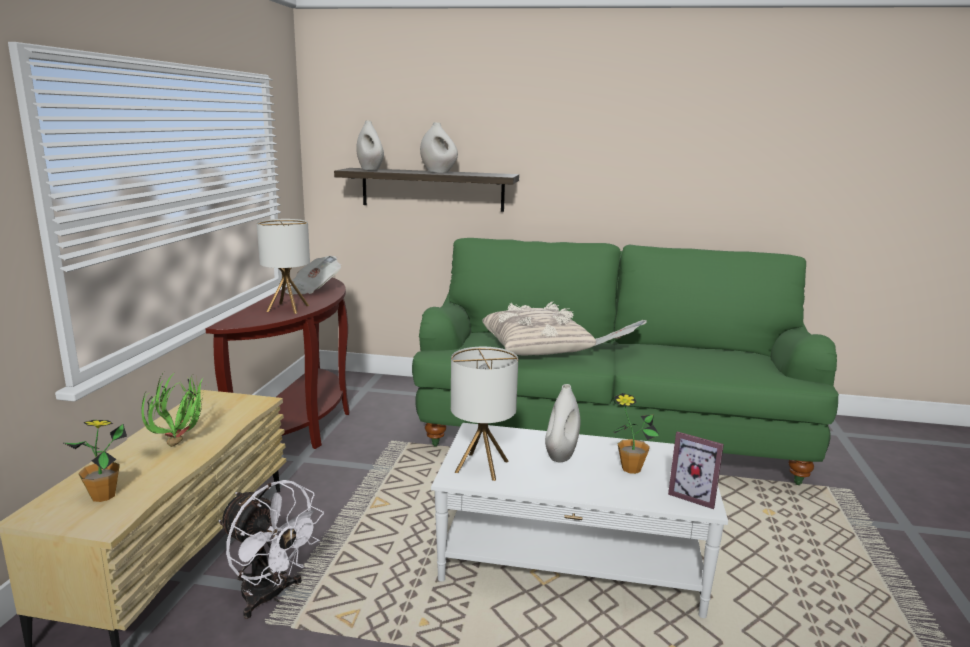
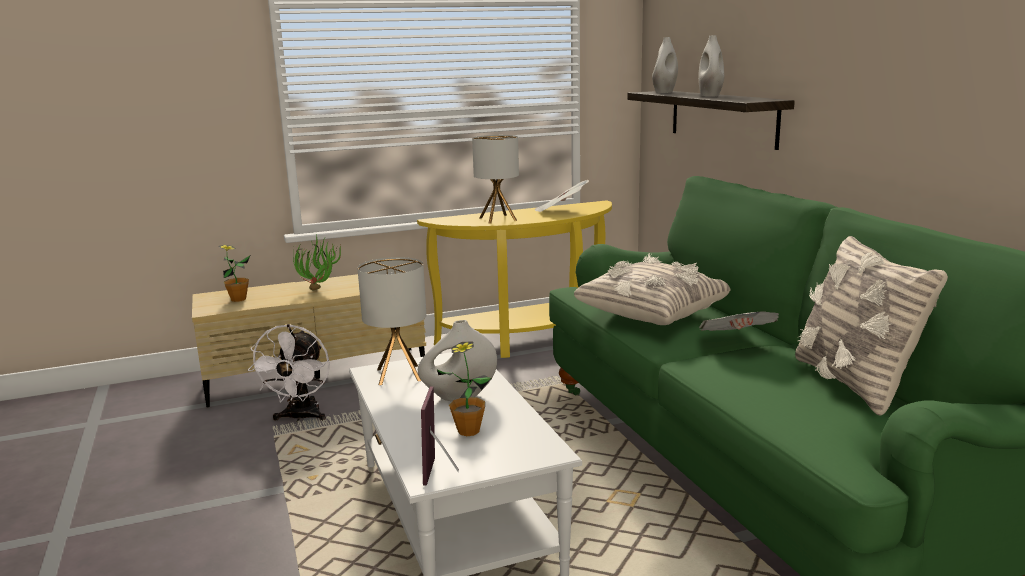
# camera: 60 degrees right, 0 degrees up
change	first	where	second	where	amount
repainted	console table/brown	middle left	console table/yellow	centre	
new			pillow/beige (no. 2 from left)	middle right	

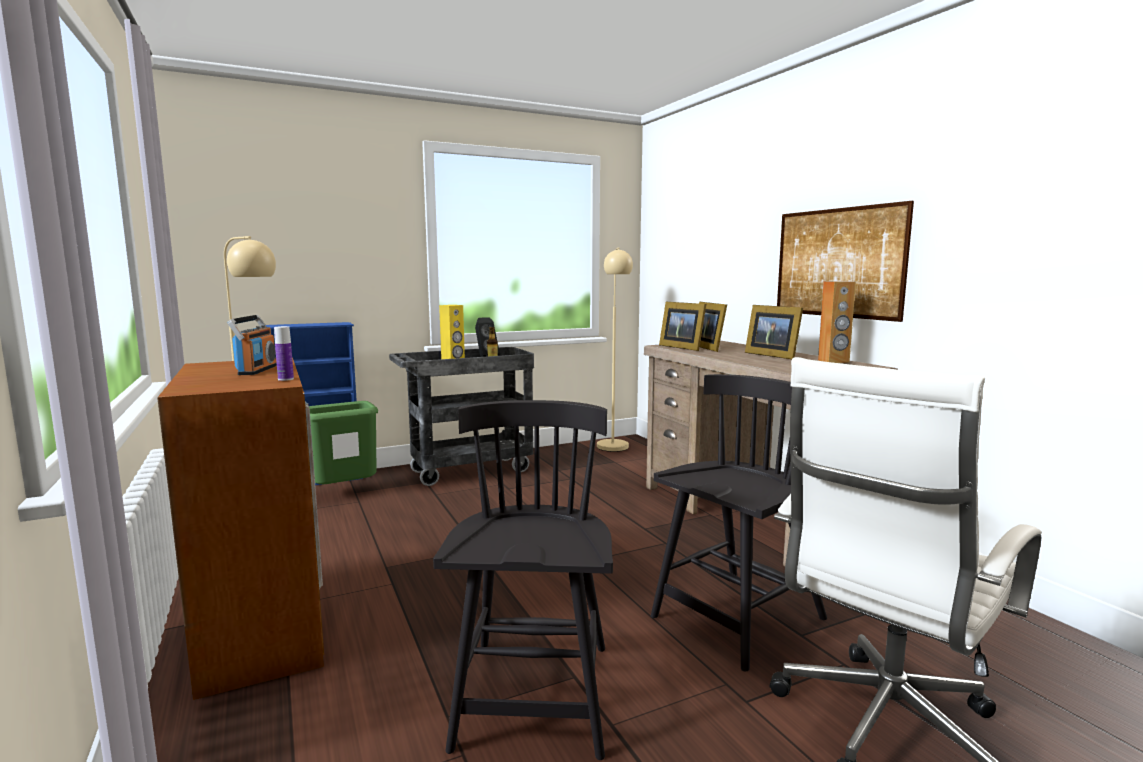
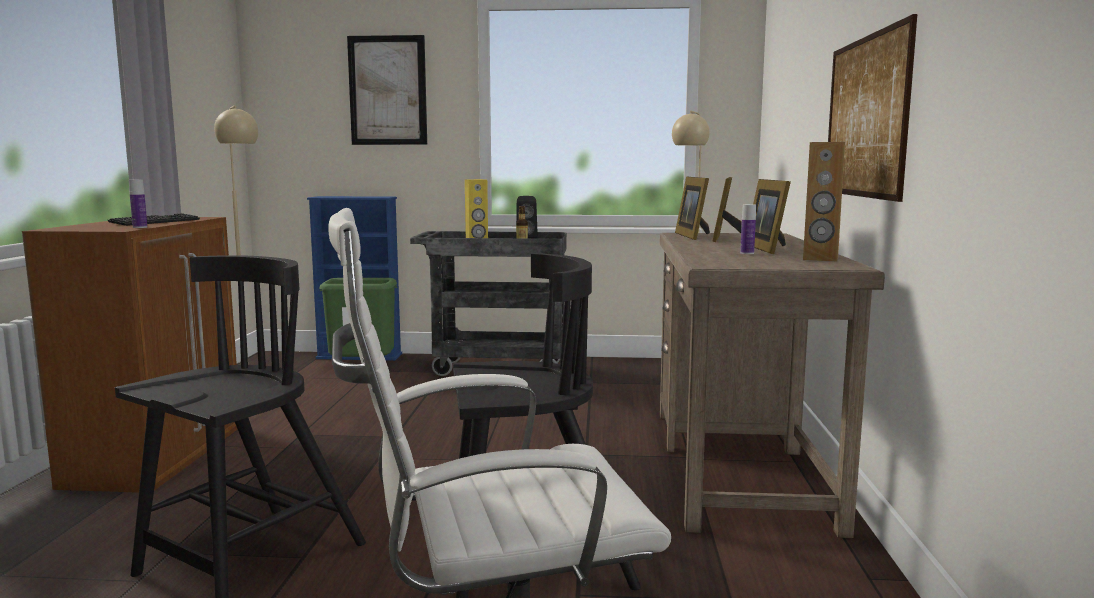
# camera: 30 degrees right, 0 degrees up
change	first	where	second	where	amount
swapped	radio	middle left	keyboard	middle left	
new			picture (no. 1 from left)	top centre	
new			bottle (no. 3 from left)	middle right	

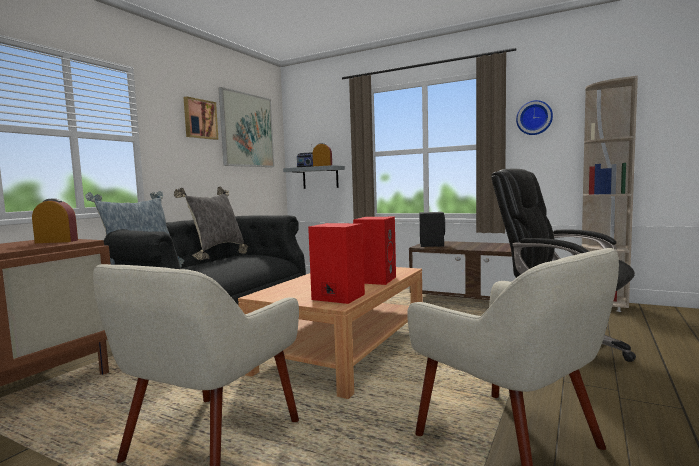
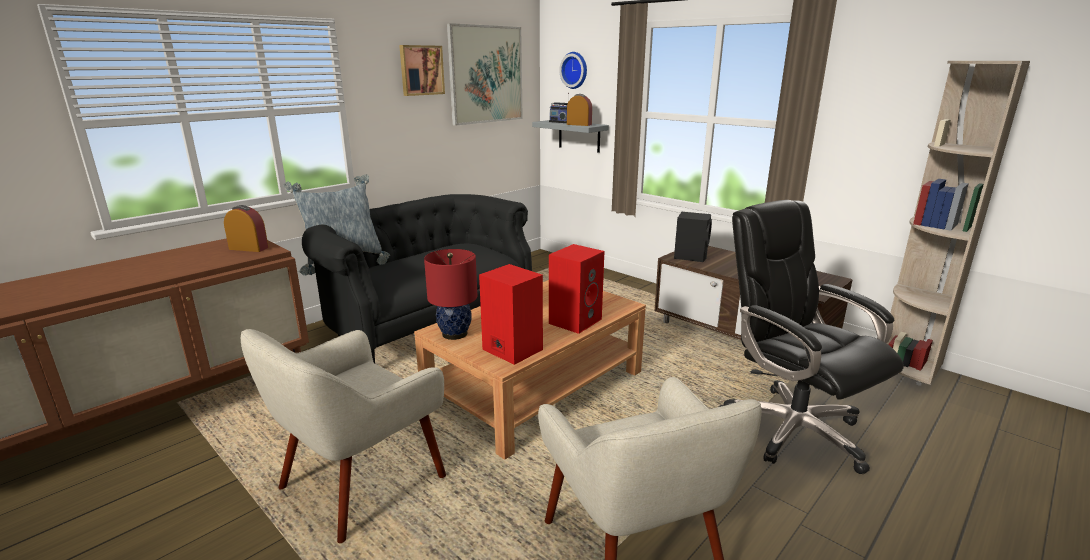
# camera: 15 degrees right, 15 degrees up
change	first	where	second	where	amount
new			table lamp/red	centre	
shifted	wall clock	top right		top centre	
gone	pillow (no. 2 from left)	middle left			

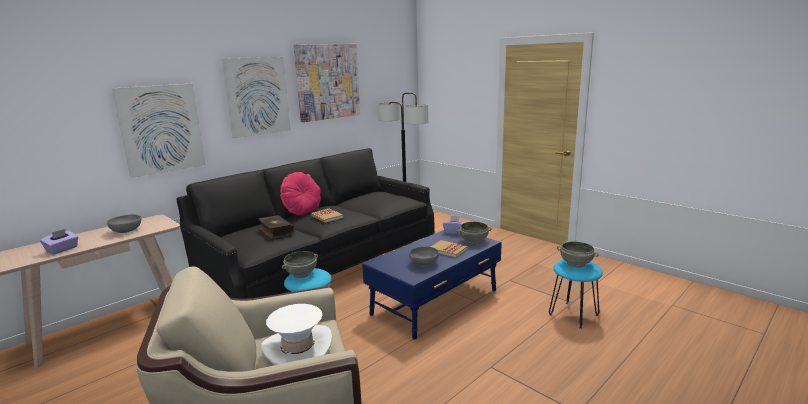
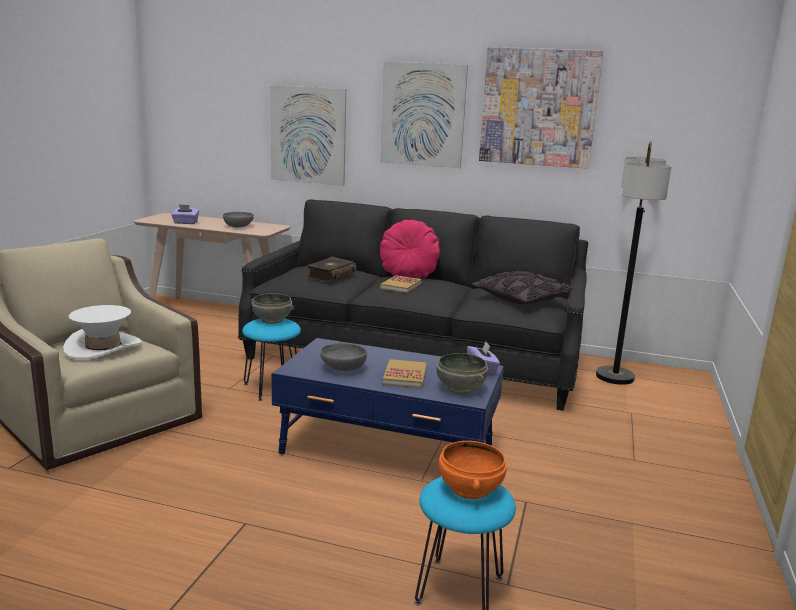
# camera: 60 degrees right, 0 degrees up
change	first	where	second	where	amount
repainted	bowl/grey (no. 5 from left)	middle right	bowl/orange	bottom centre	
new			pillow/black	centre	

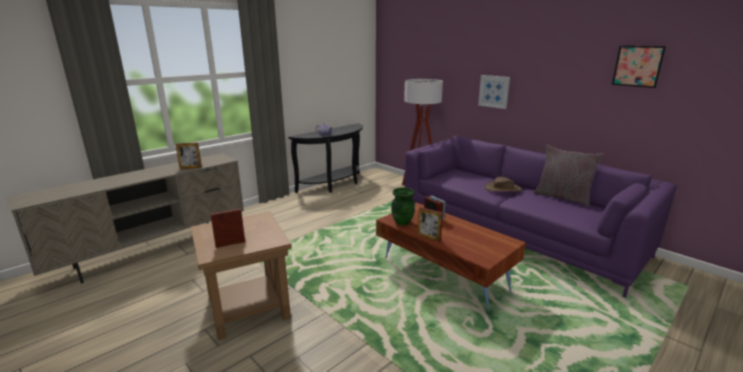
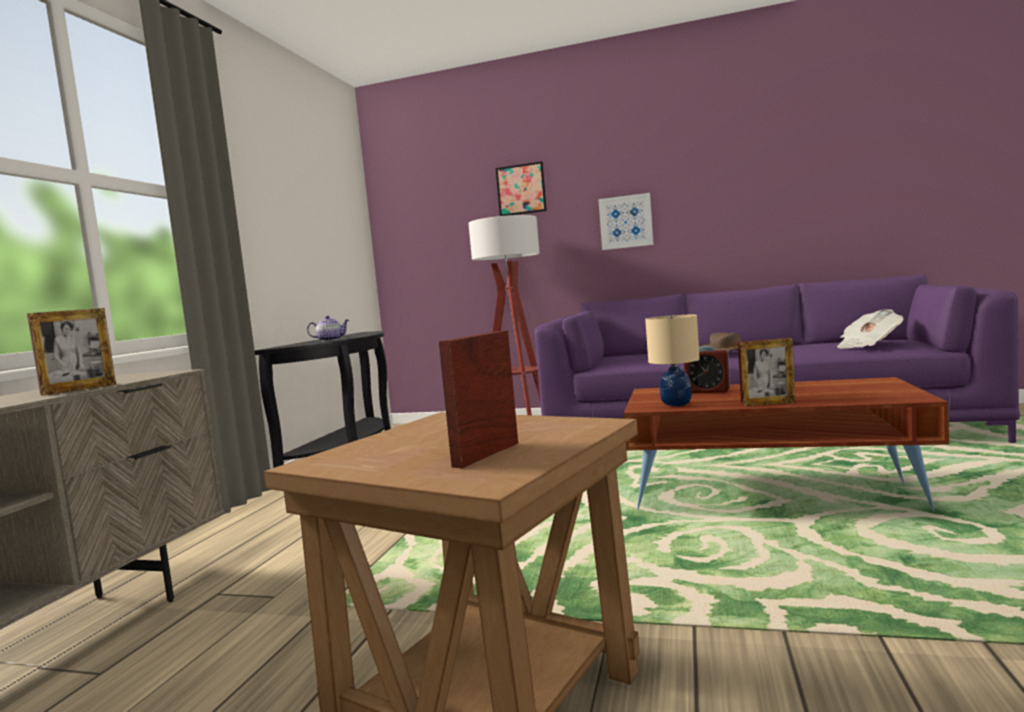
# camera: 30 degrees left, 15 degrees down
change	first	where	second	where	amount
shifted	picture (no. 2 from left in the first image)	top right	picture (no. 1 from left)	top centre	
swapped	vase/green	centre	table lamp/beige	centre	
new			newspaper	middle right	
gone	pillow/grey	middle right			

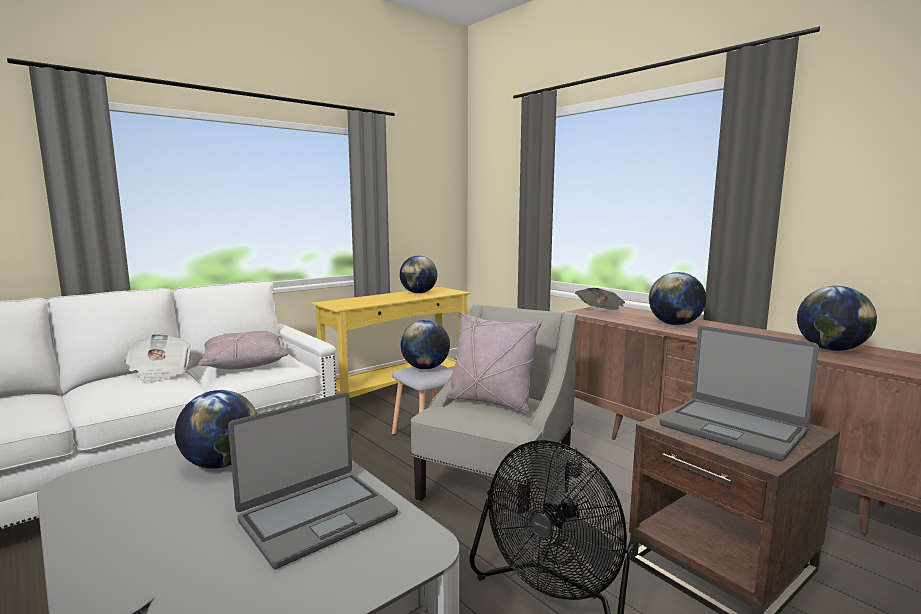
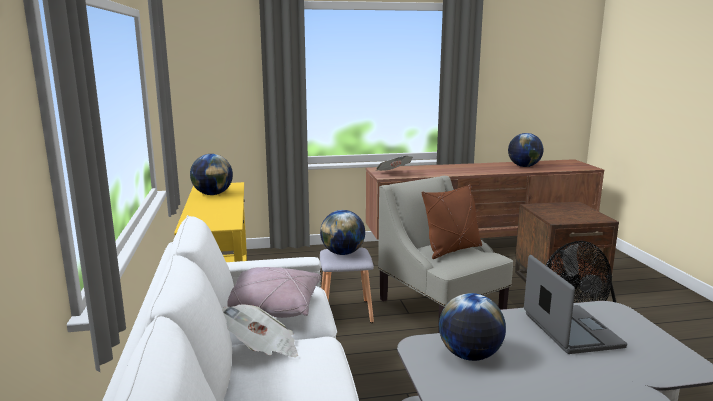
# camera: 60 degrees left, 5 degrees up
change	first	where	second	where	amount
repainted	pillow/purple (no. 2 from left)	centre	pillow/brown	centre	
gone	globe (no. 4 from left)	middle right			
gone	laptop (no. 2 from left)	middle right			

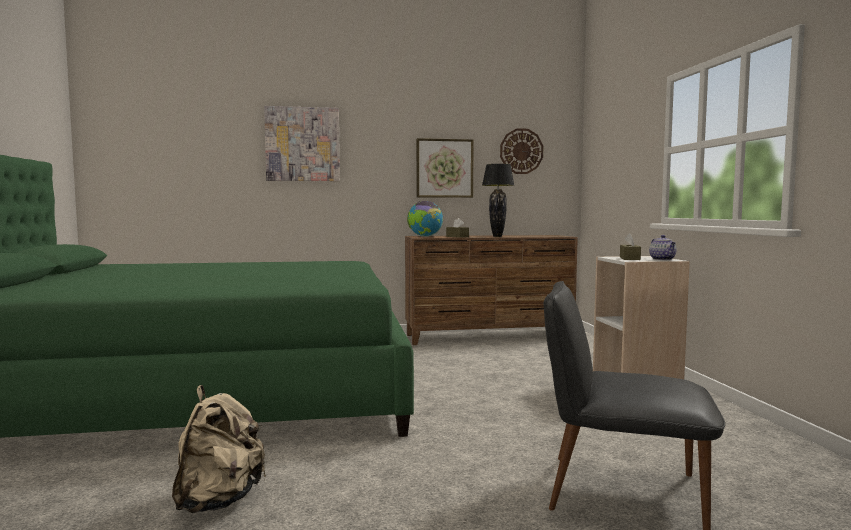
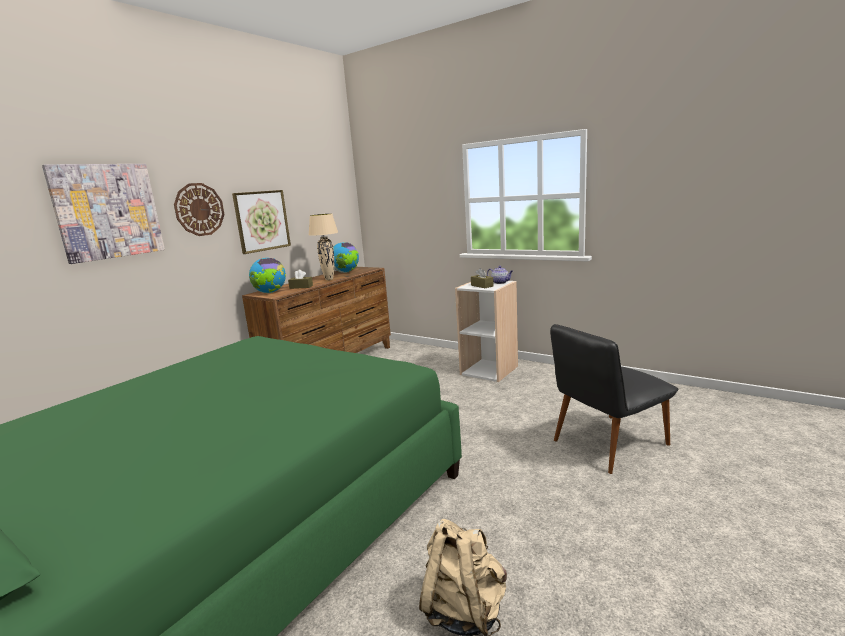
# camera: 45 degrees left, 10 degrees up
change	first	where	second	where	amount
shifted	wall clock	top centre		top left	
repainted	table lamp/black	centre	table lamp/beige	centre	
new			globe (no. 2 from left)	centre	

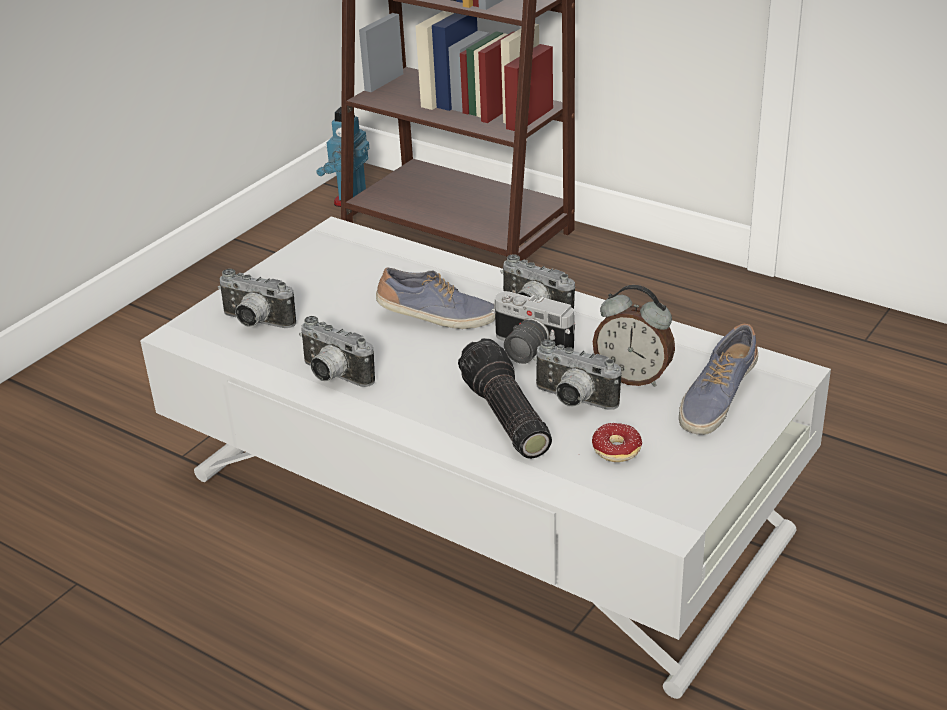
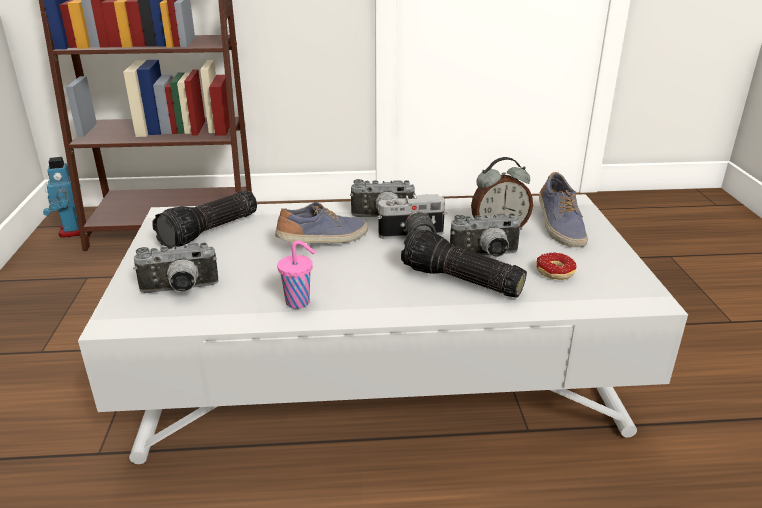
# camera: 40 degrees left, 5 degrees down
change	first	where	second	where	amount
new			flashlight (no. 1 from left)	middle left	
swapped	photo camera (no. 2 from left)	centre	cup/pink	centre	

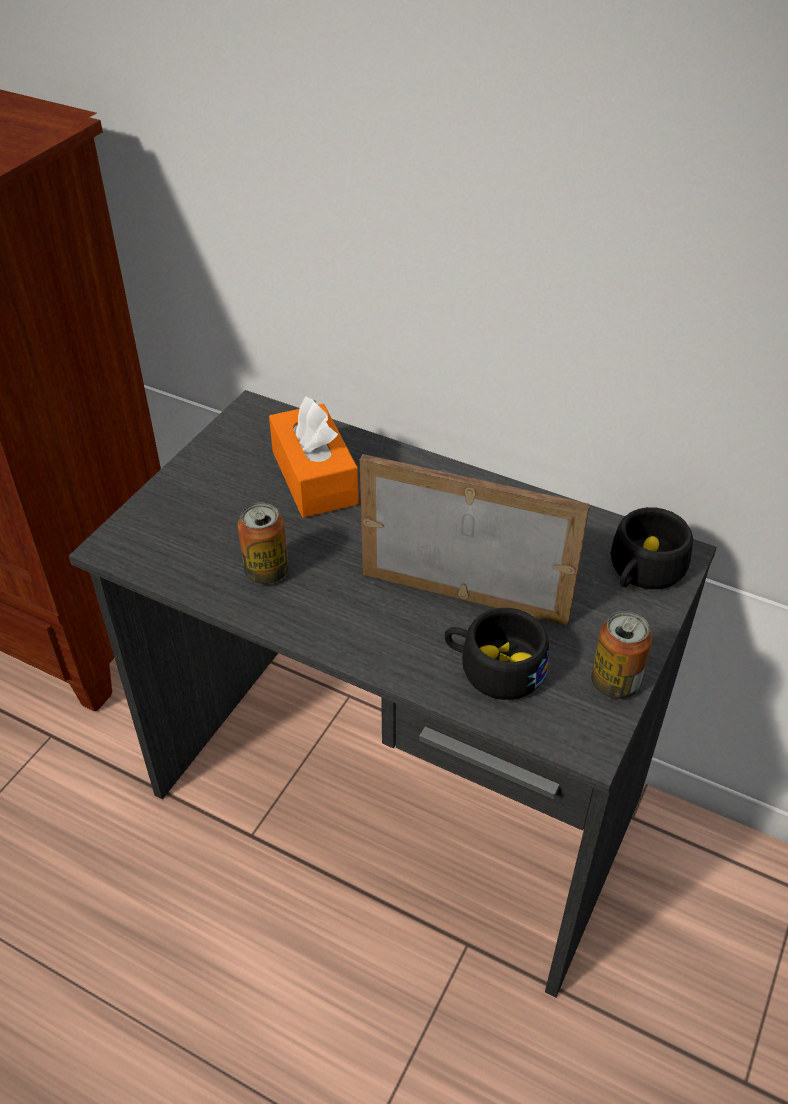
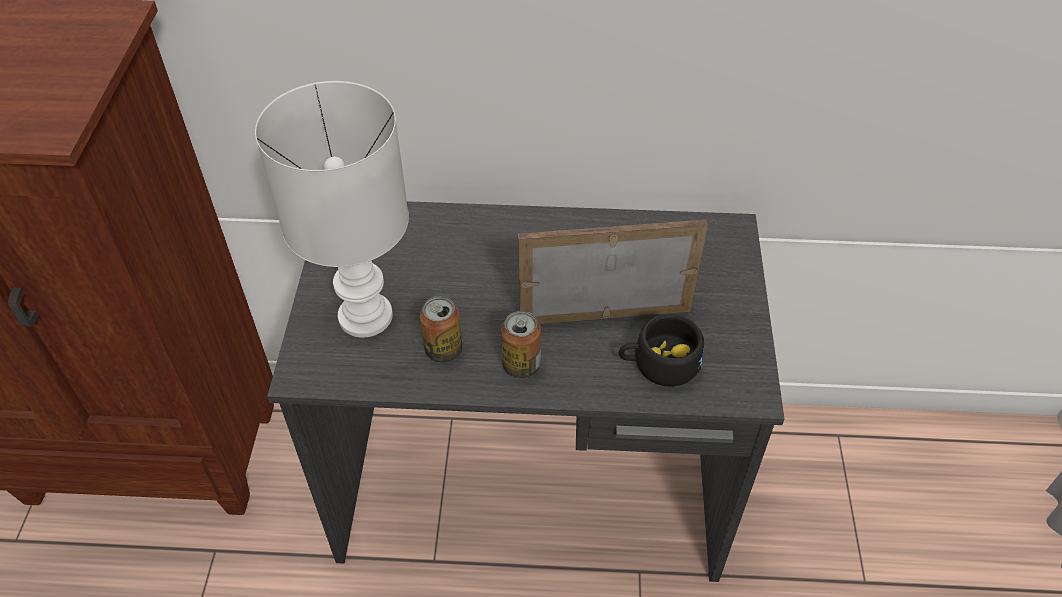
# camera: 25 degrees left, 5 degrees up
change	first	where	second	where	amount
new			table lamp/white	middle left	
shifted	can (no. 2 from left)	middle right		centre	
gone	tissue box/orange	centre			
gone	cup/black (no. 2 from left)	middle right			

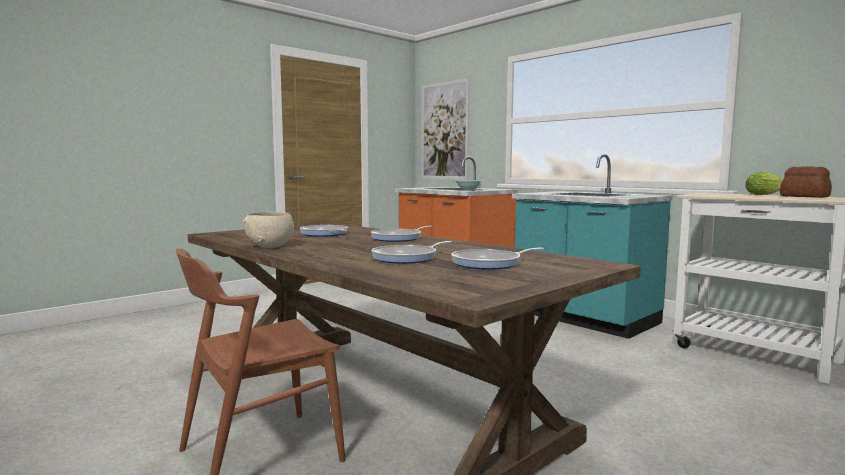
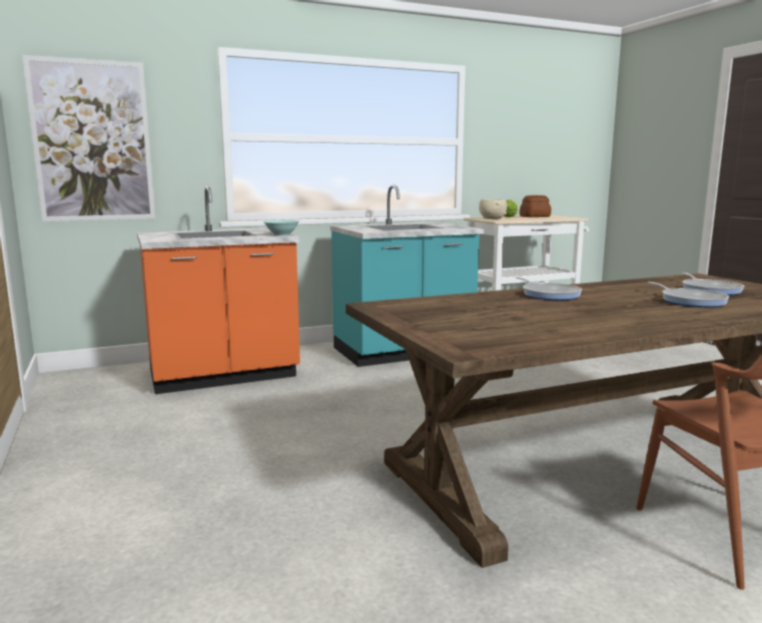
# camera: 70 degrees left, 5 degrees up
change	first	where	second	where	amount
shifted	bowl/beige	middle left		centre	
gone	frying pan (no. 1 from left)	centre			

